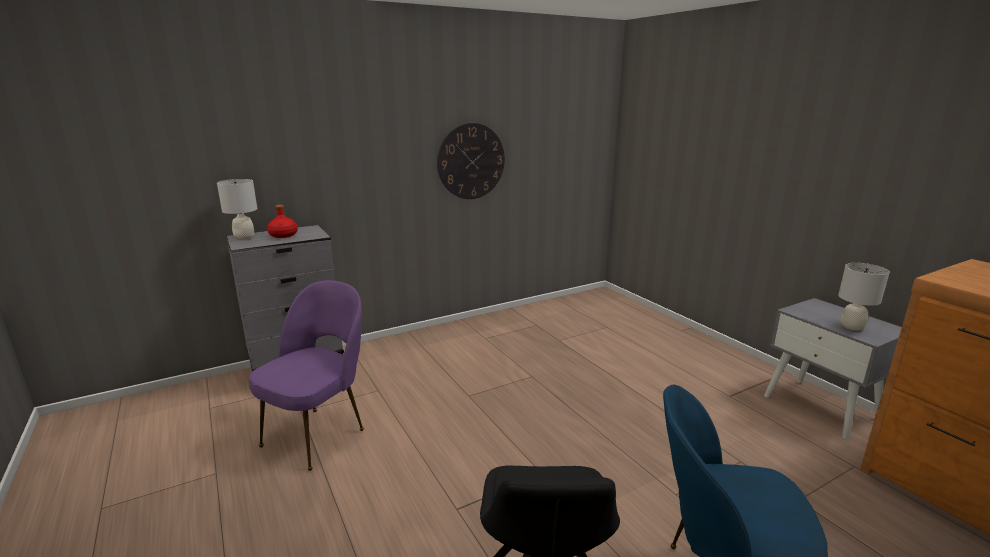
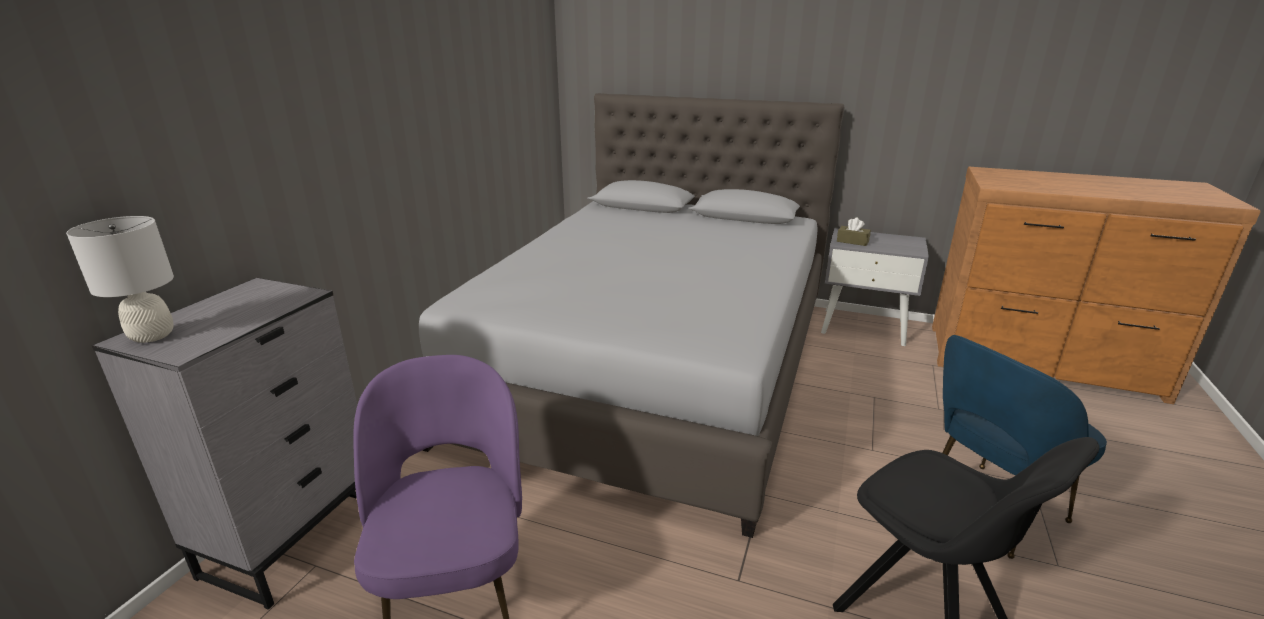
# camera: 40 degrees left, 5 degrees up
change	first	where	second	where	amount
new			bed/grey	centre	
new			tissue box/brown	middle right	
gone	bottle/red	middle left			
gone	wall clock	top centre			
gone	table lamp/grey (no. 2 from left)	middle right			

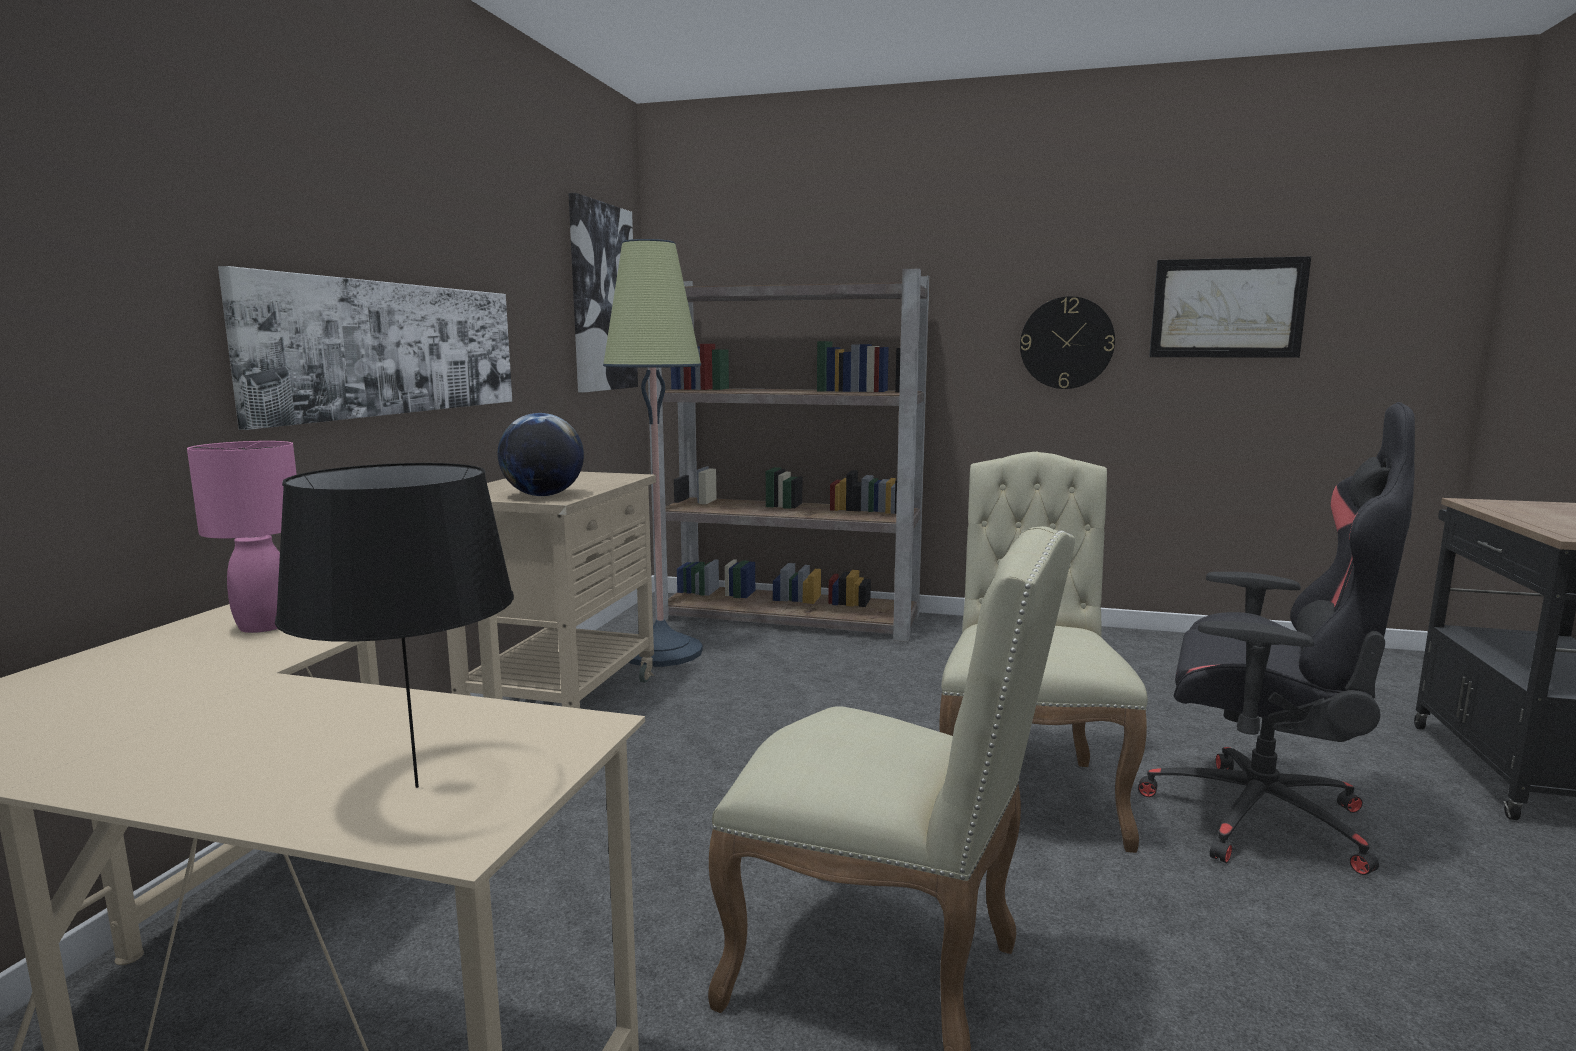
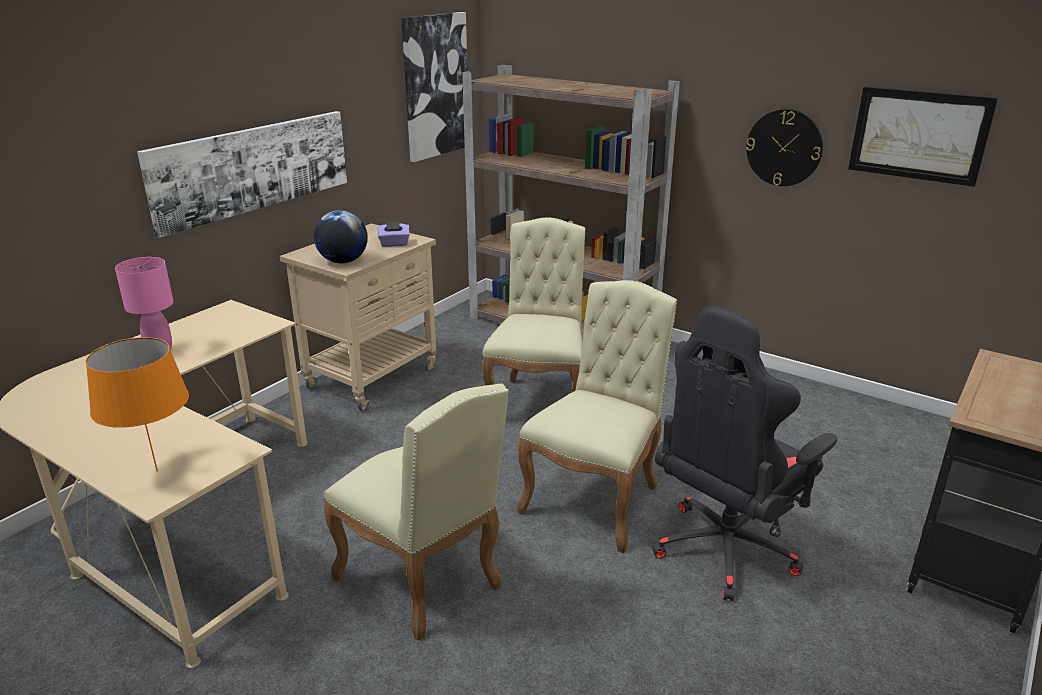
# camera: 20 degrees right, 15 degrees up
change	first	where	second	where	amount
repainted	table lamp/black	middle left	table lamp/orange	middle left	
new			tissue box/purple	centre	
new			chair/beige (no. 2 from left)	centre	
rotated	office chair/black	middle right		middle right	90 degrees clockwise
gone	floor lamp	centre			

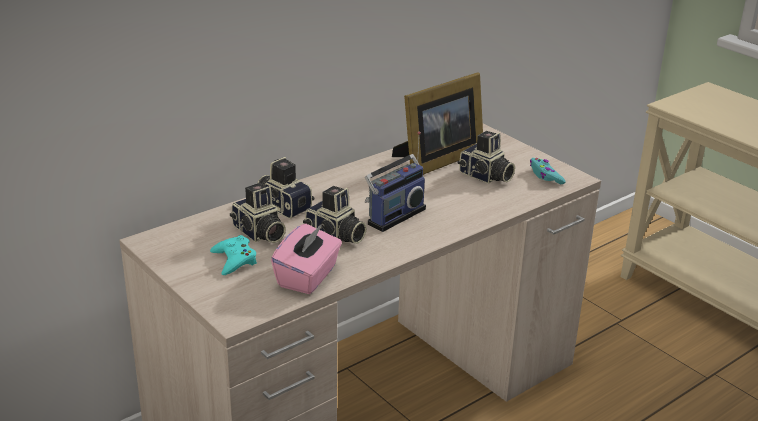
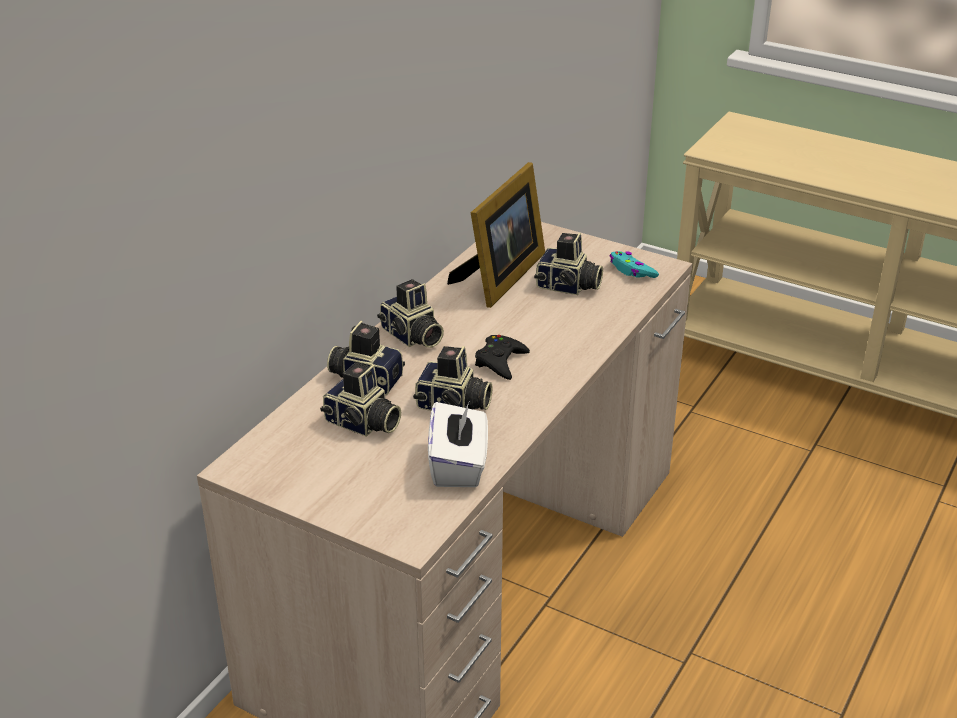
# camera: 20 degrees left, 5 degrees up
change	first	where	second	where	amount
new			photo camera (no. 3 from left)	centre	
repainted	tissue box/pink	centre	tissue box/white	centre	
swapped	radio	centre	game controller/black	centre	
gone	game controller/turquoise (no. 1 from left)	middle left			

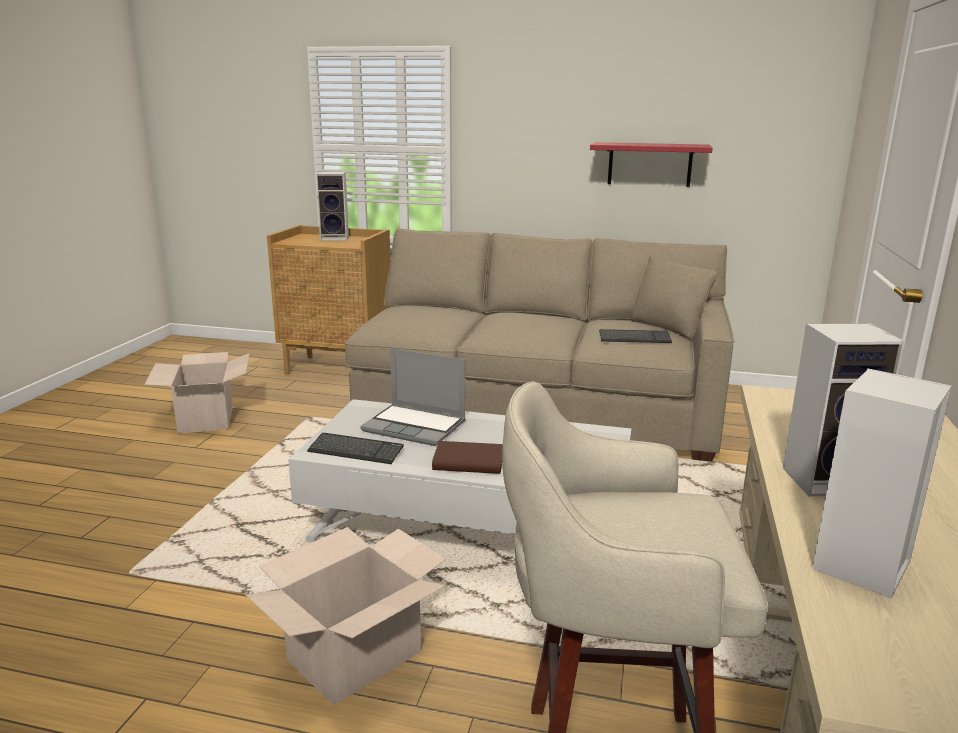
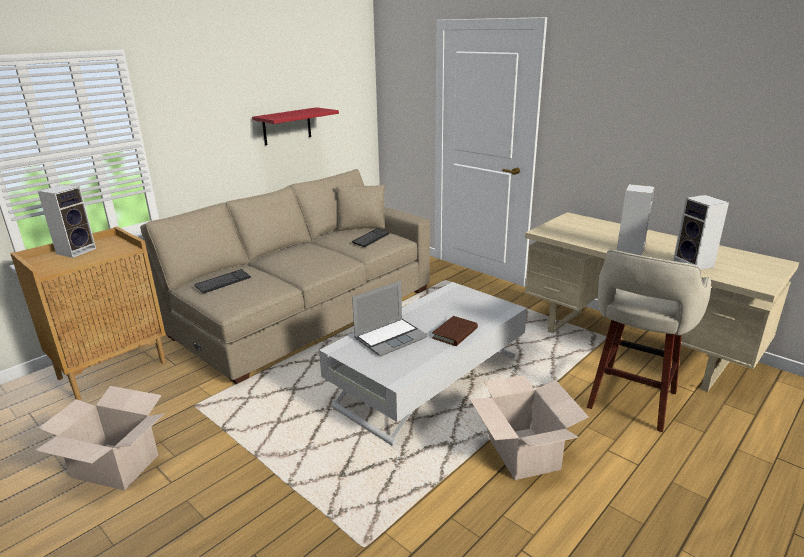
# camera: 60 degrees left, 5 degrees up
change	first	where	second	where	amount
shifted	keyboard (no. 1 from left)	centre		middle left	

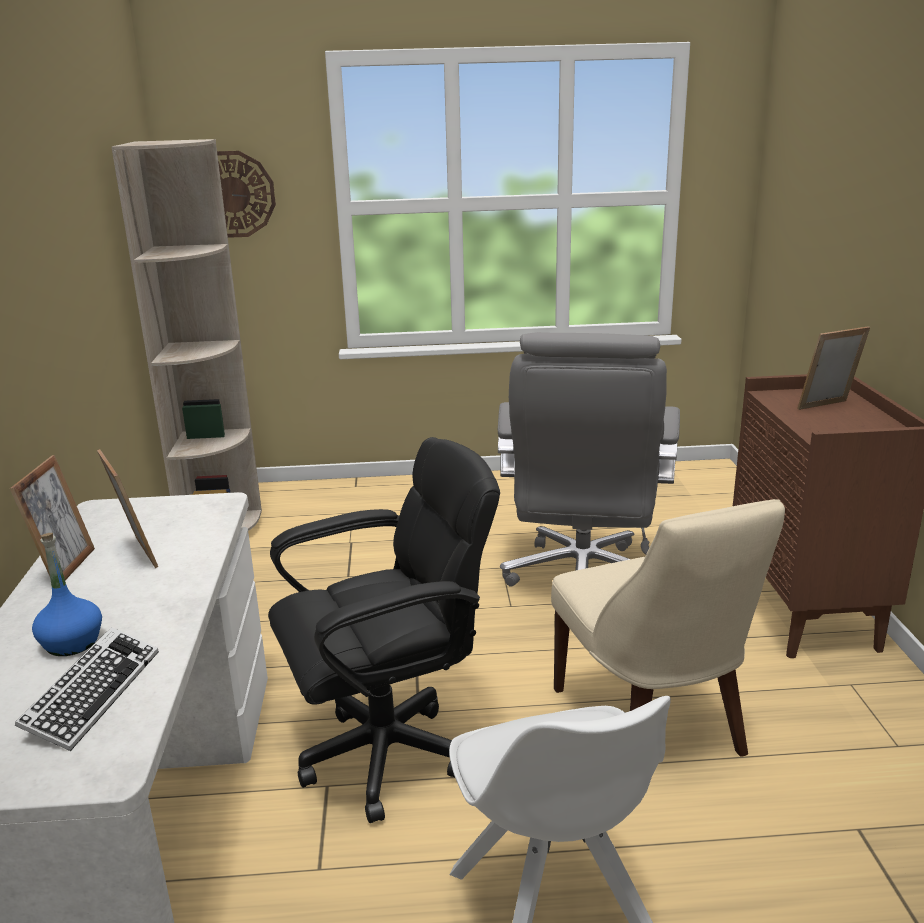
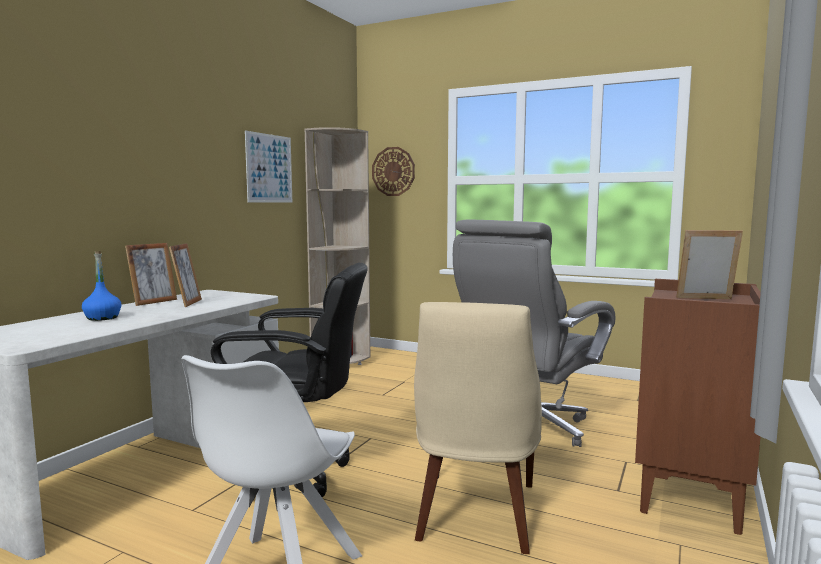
# camera: 30 degrees right, 15 degrees down
change	first	where	second	where	amount
new			picture	top left	
gone	keyboard	bottom left			

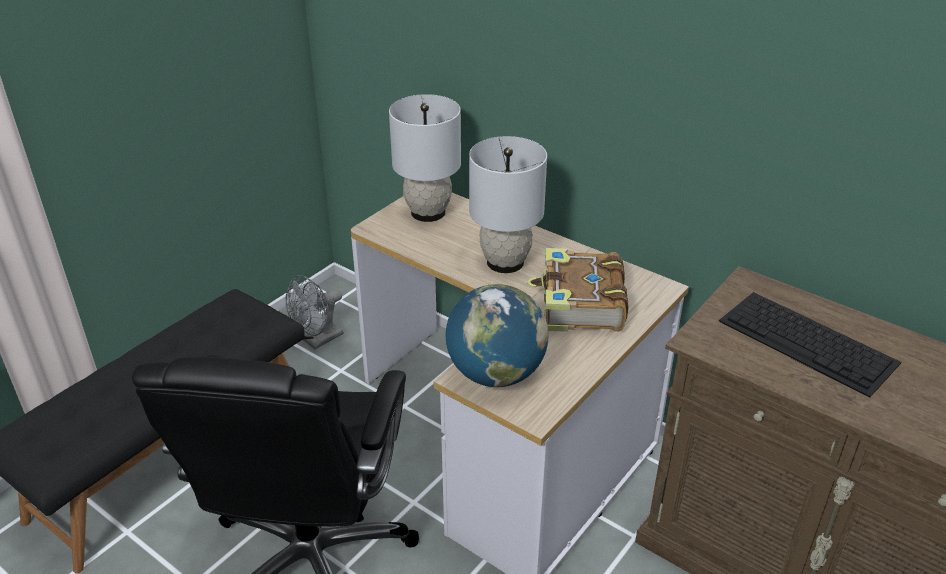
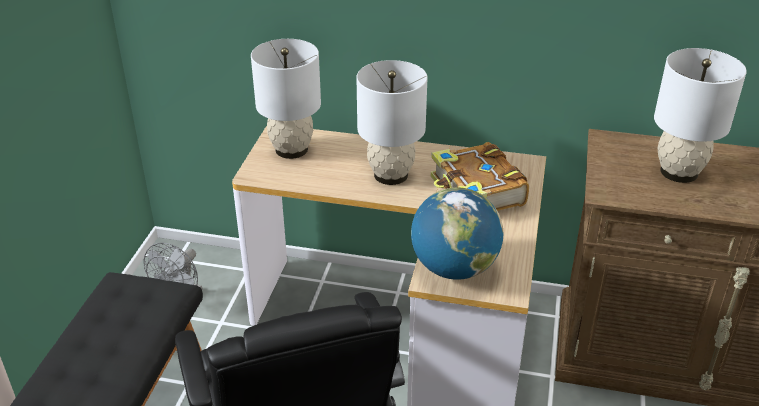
# camera: 25 degrees left, 0 degrees up
change	first	where	second	where	amount
swapped	keyboard	middle right	table lamp/white (no. 3 from left)	top right	

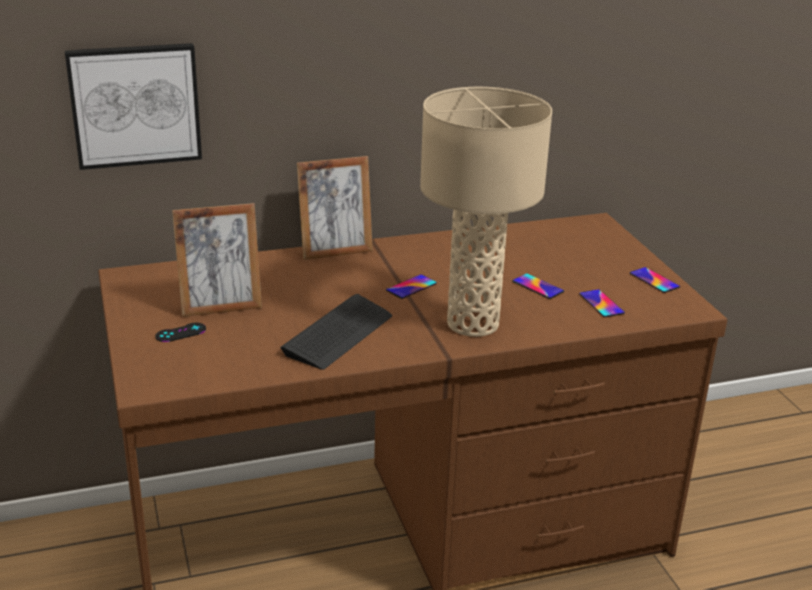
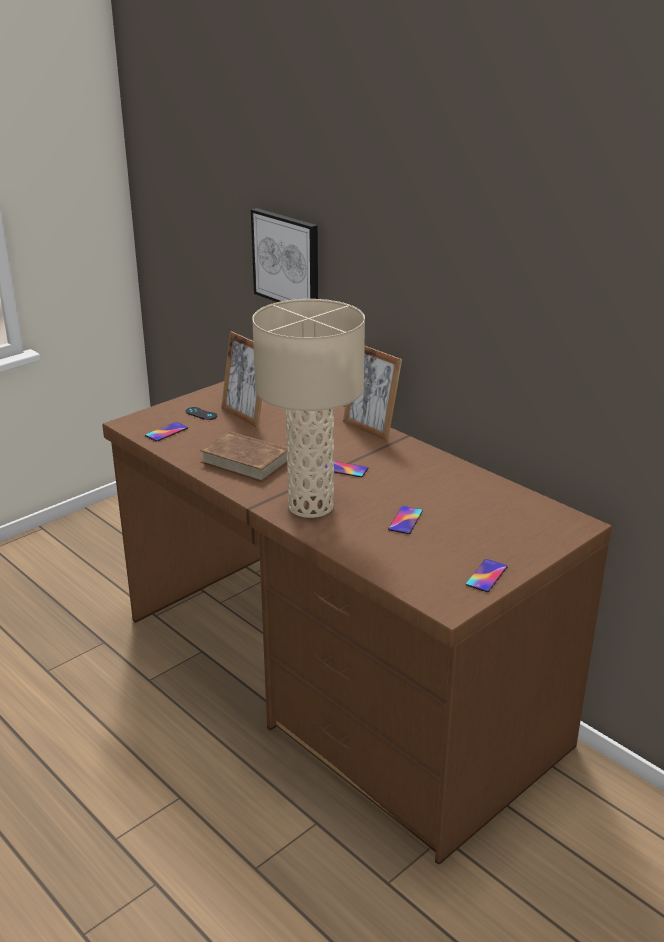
# camera: 65 degrees right, 0 degrees up
change	first	where	second	where	amount
shifted	phone (no. 3 from left in the first image)	middle right	phone (no. 1 from left)	middle left	
swapped	keyboard	centre	book/brown	centre	

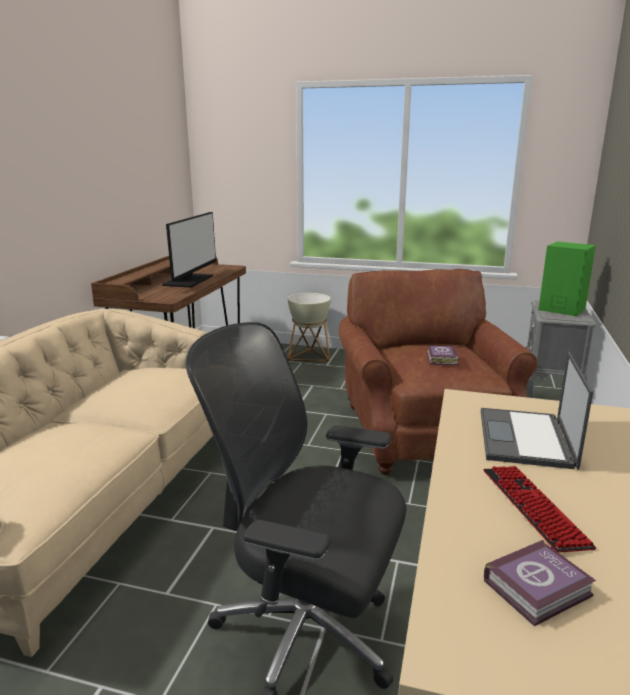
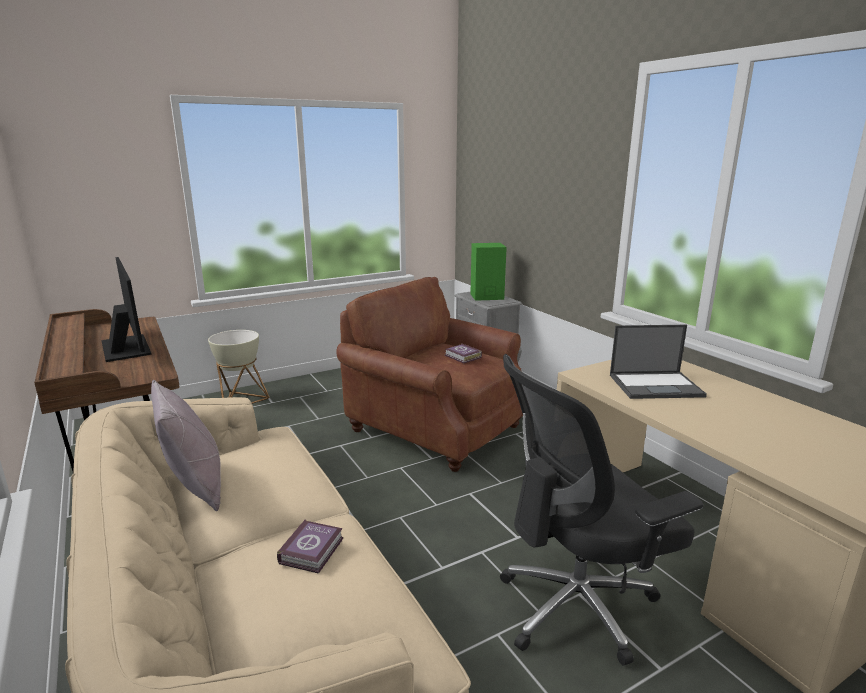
# camera: 45 degrees left, 0 degrees up
change	first	where	second	where	amount
new			pillow/purple	middle left	
shifted	book (no. 2 from left in the first image)	bottom right	book (no. 1 from left)	bottom centre	
rotated	laptop	middle right		middle right	60 degrees counterclockwise
gone	keyboard	bottom right			

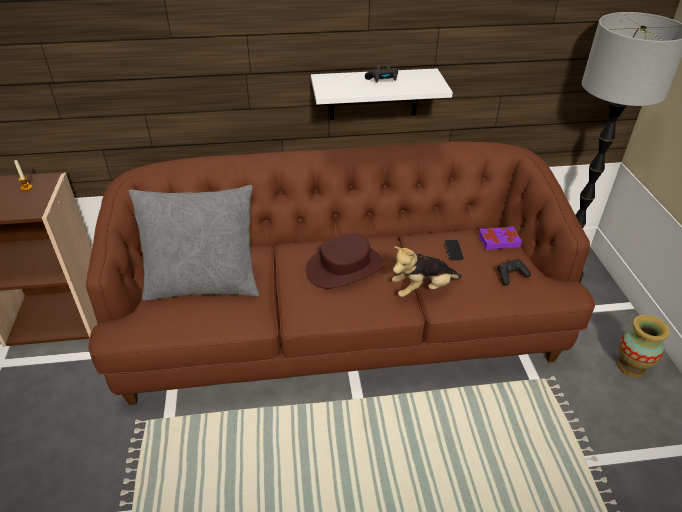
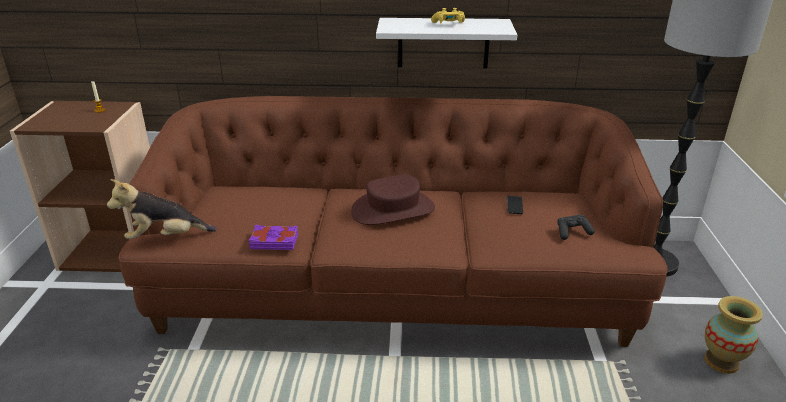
# camera: 10 degrees right, 10 degrees down
change	first	where	second	where	amount
shifted	plush toy	centre		middle left	
shifted	book/purple	middle right		centre	
repainted	game controller/black (no. 1 from left)	top centre	game controller/yellow	top centre	
gone	pillow/grey	middle left			

